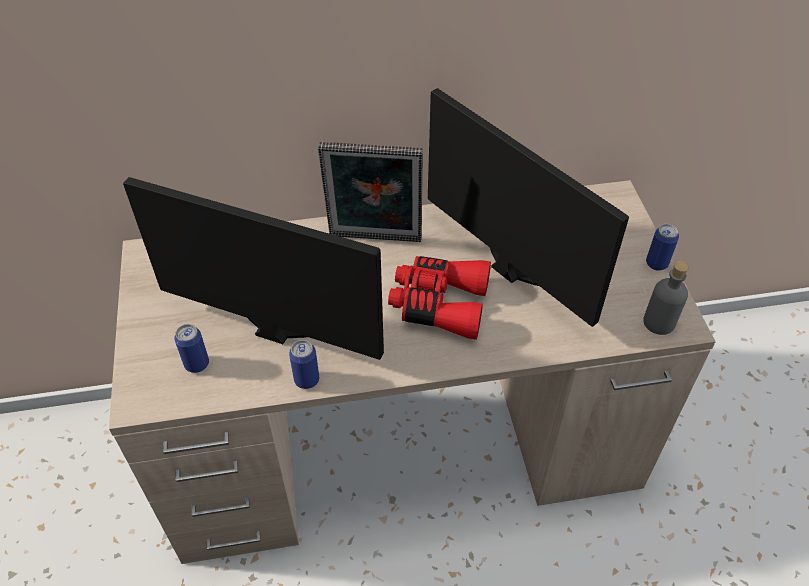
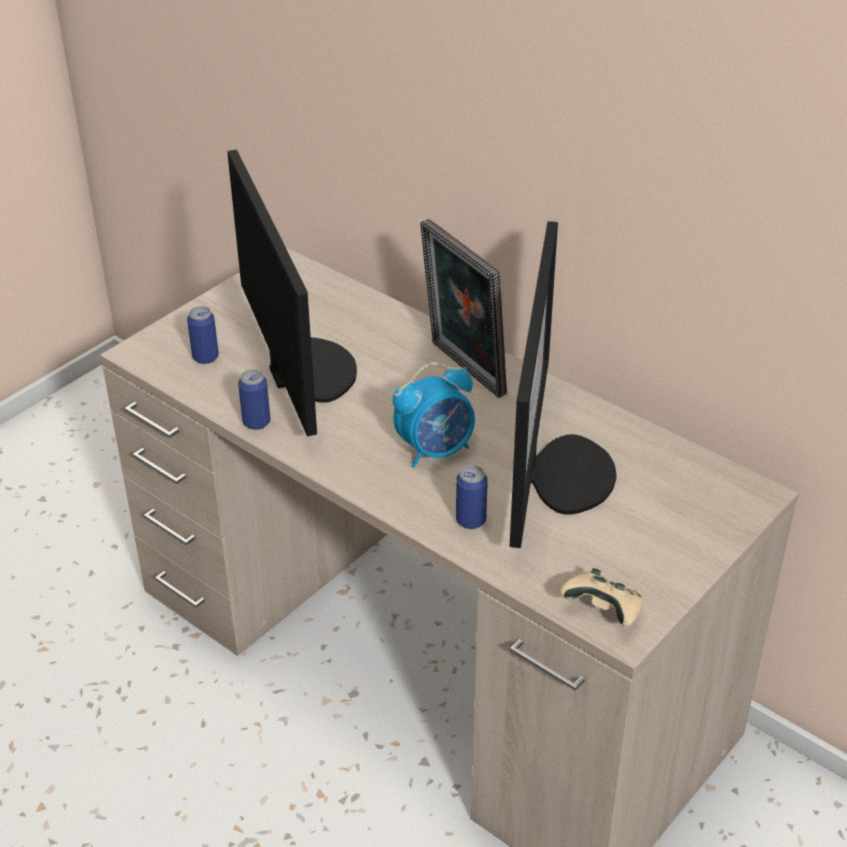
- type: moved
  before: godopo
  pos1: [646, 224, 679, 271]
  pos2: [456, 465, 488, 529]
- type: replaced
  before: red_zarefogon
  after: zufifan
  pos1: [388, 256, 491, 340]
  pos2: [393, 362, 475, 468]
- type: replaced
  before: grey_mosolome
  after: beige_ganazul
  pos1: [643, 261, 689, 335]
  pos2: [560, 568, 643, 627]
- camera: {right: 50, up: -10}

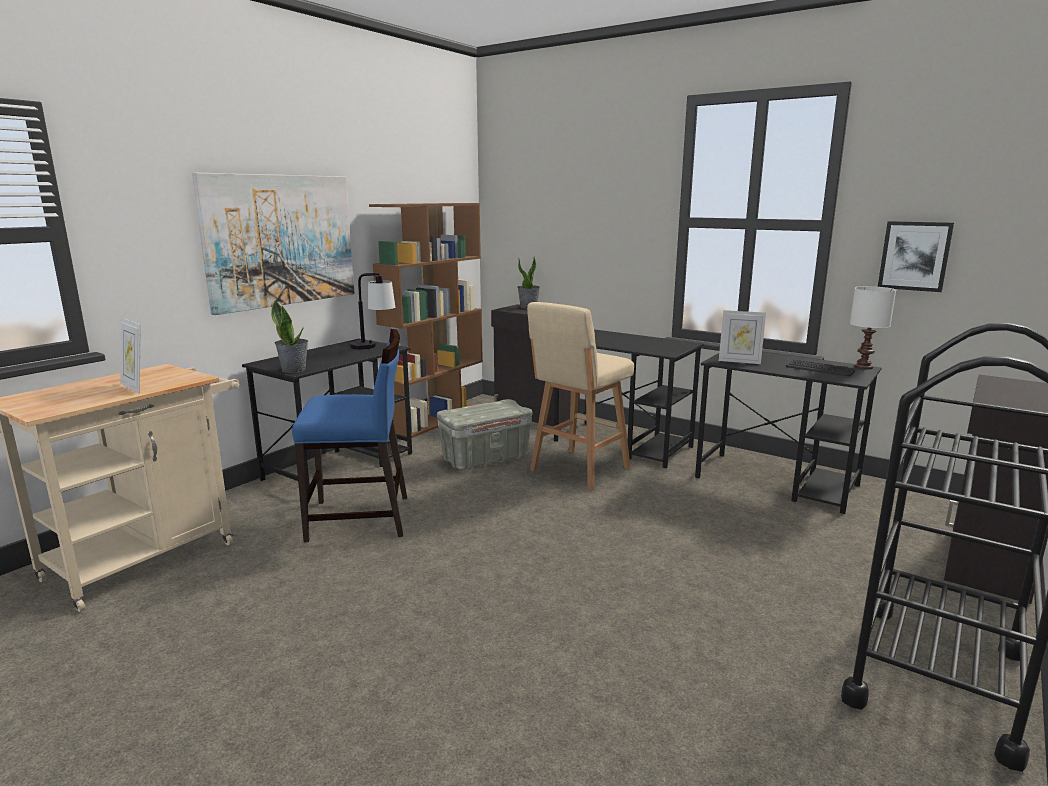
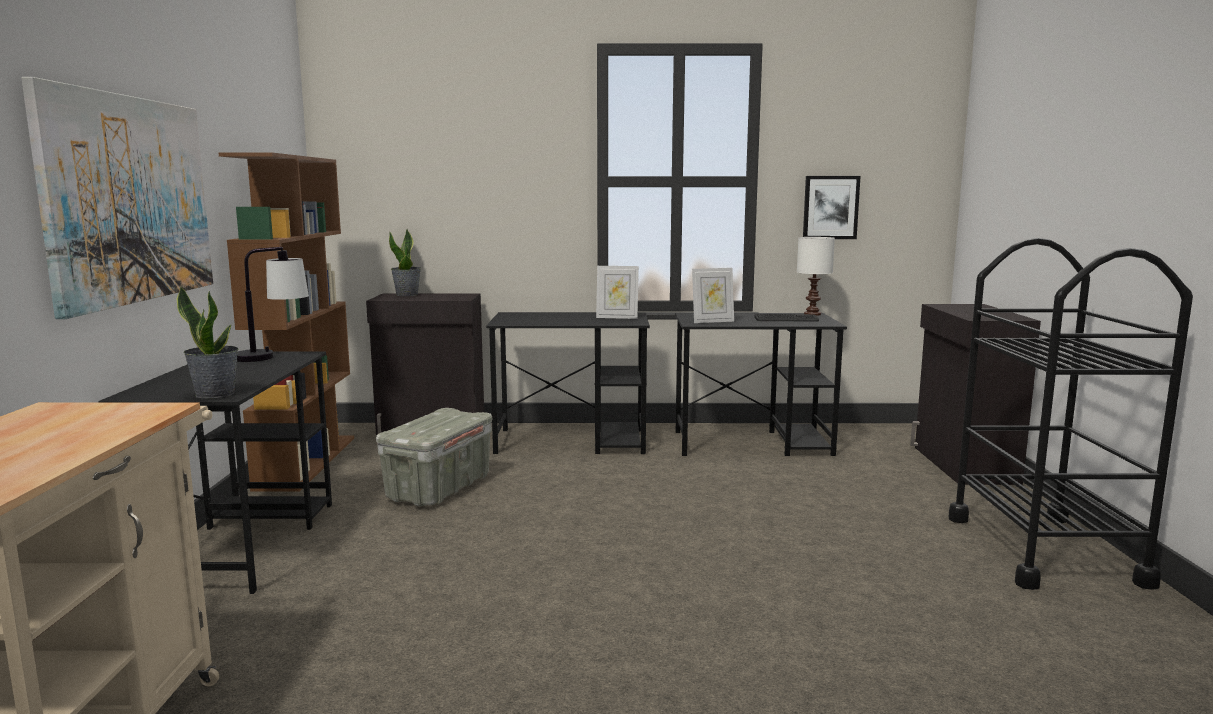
- type: removed
  before: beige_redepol
  pos1: [527, 302, 634, 490]
- type: moved
  before: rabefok
  pos1: [120, 318, 141, 394]
  pos2: [596, 266, 639, 319]
- type: removed
  before: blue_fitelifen
  pos1: [292, 329, 407, 542]
- camera: {right: -35, up: -5}

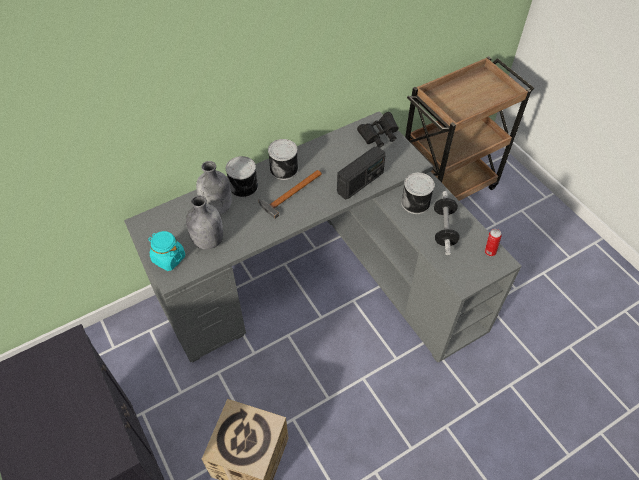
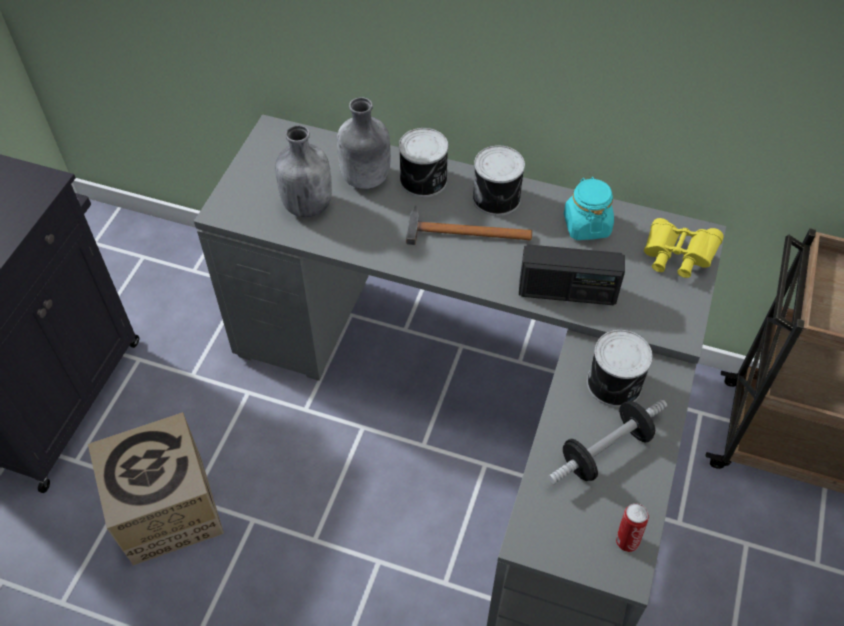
- type: recoloured
  before: black_zarefogon
  after: yellow_zarefogon
  pos1: [357, 112, 399, 148]
  pos2: [644, 218, 724, 278]
- type: moved
  before: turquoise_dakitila
  pos1: [148, 231, 185, 271]
  pos2: [564, 177, 614, 240]
- camera: {right: 50, up: 0}

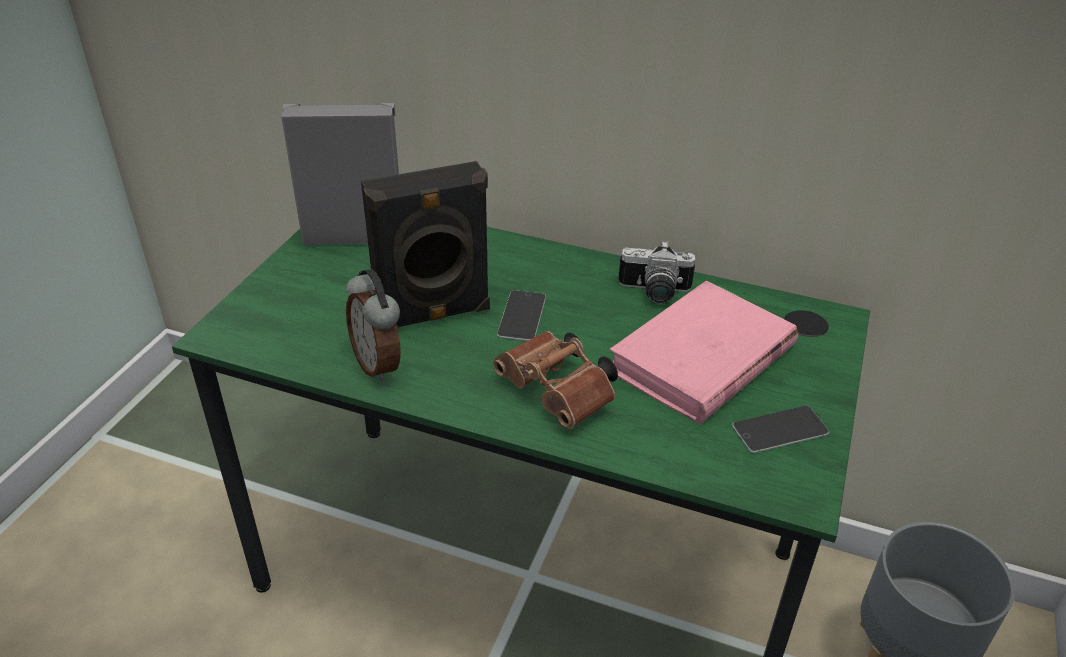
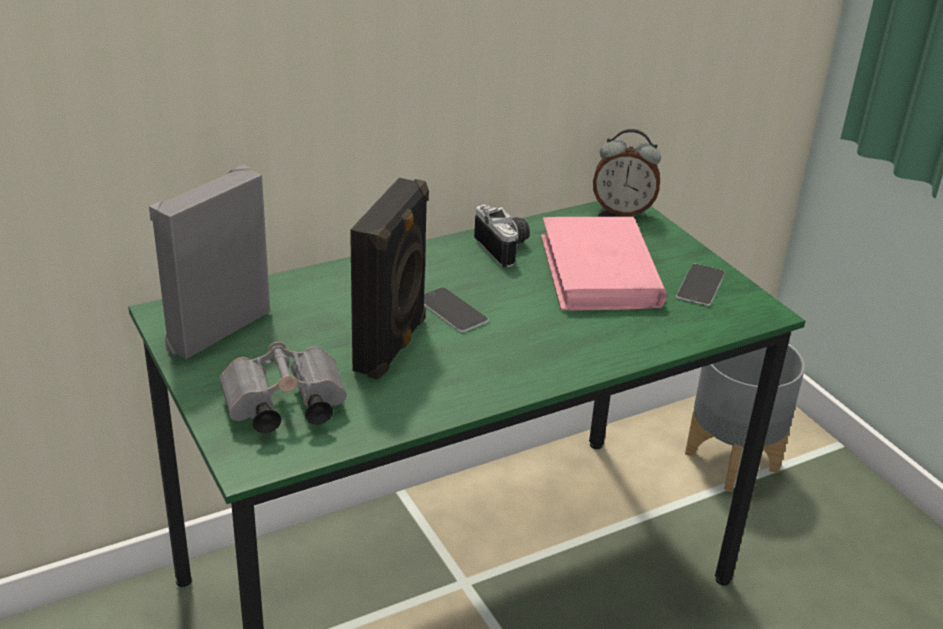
- type: turned
  before: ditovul
  pos1: [618, 241, 695, 304]
  pos2: [474, 205, 530, 267]
  turn: -75
- type: moved
  before: zufifan
  pos1: [346, 269, 401, 383]
  pos2: [593, 129, 661, 216]
- type: removed
  before: brown_zarefogon
  pos1: [493, 331, 618, 429]
- type: added
  after: grey_zarefogon
  pos2: [219, 342, 347, 433]
- camera: {right: -50, up: -5}

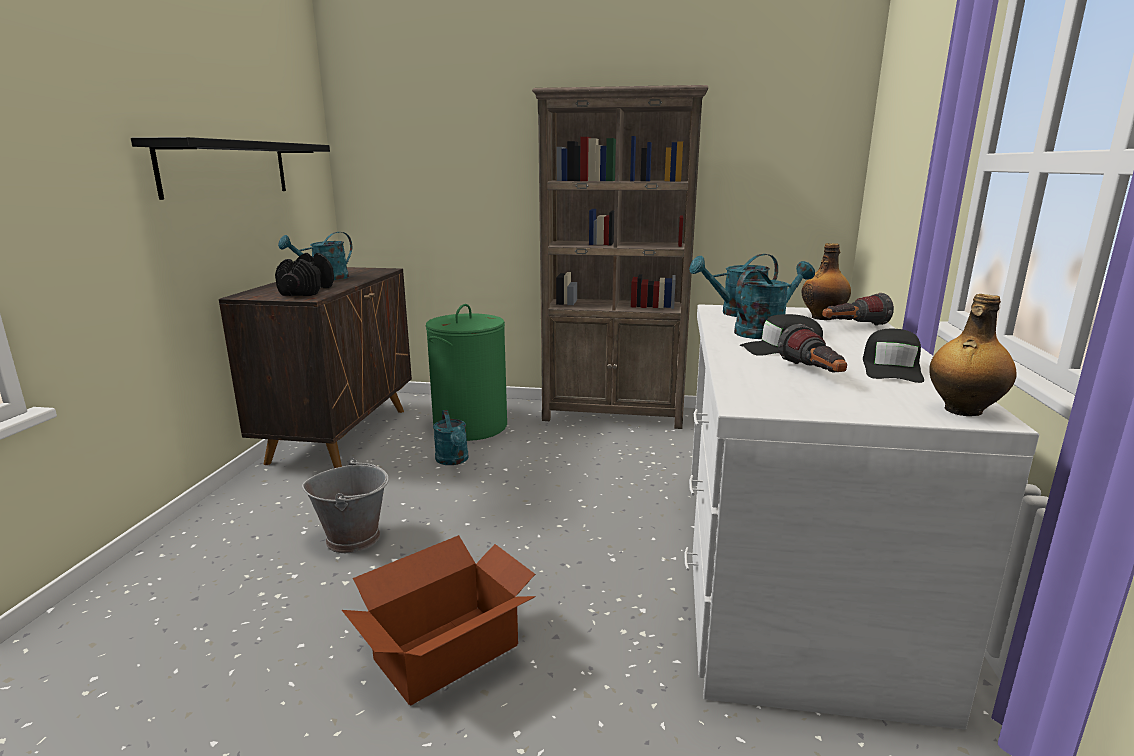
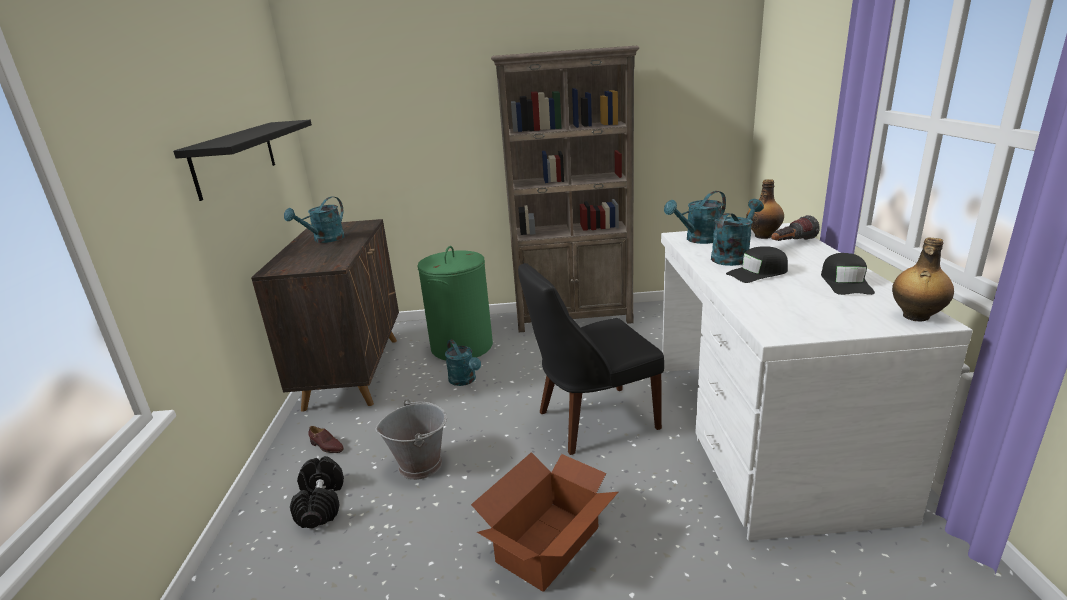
- type: moved
  before: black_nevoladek
  pos1: [275, 253, 334, 296]
  pos2: [290, 456, 344, 528]
- type: removed
  before: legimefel
  pos1: [778, 324, 847, 372]
- type: added
  after: black_fitelifen
  pos2: [518, 263, 664, 455]
- type: added
  after: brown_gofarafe
  pos2: [308, 426, 344, 453]
- camera: {right: -10, up: 5}

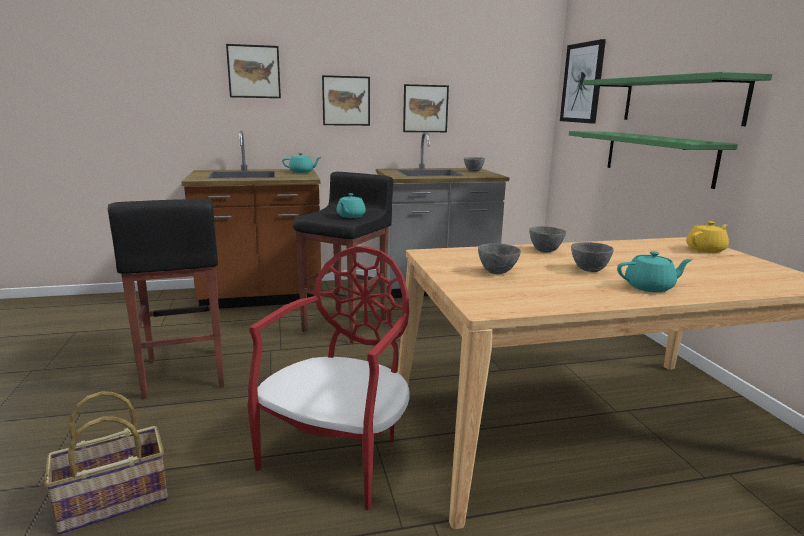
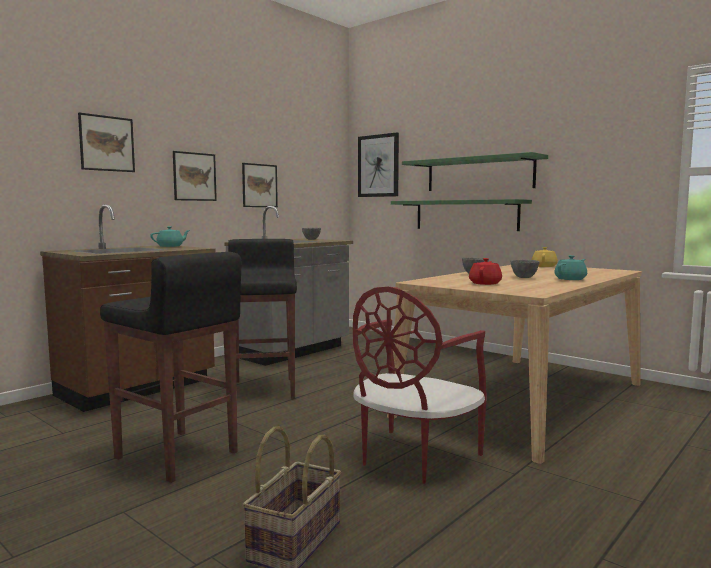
- type: removed
  before: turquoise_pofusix
  pos1: [336, 193, 366, 218]
- type: replaced
  before: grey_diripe
  after: red_pofusix
  pos1: [478, 243, 521, 274]
  pos2: [469, 258, 502, 285]
- type: turned
  before: red_fitelifen
  pos1: [247, 246, 410, 510]
  pos2: [353, 287, 487, 484]
  turn: -135
- camera: {right: -35, up: -10}

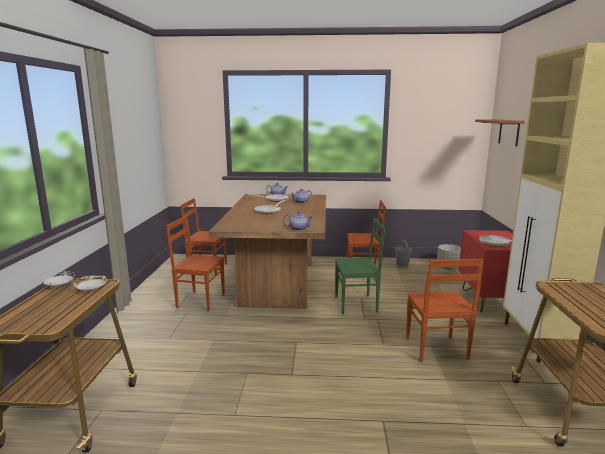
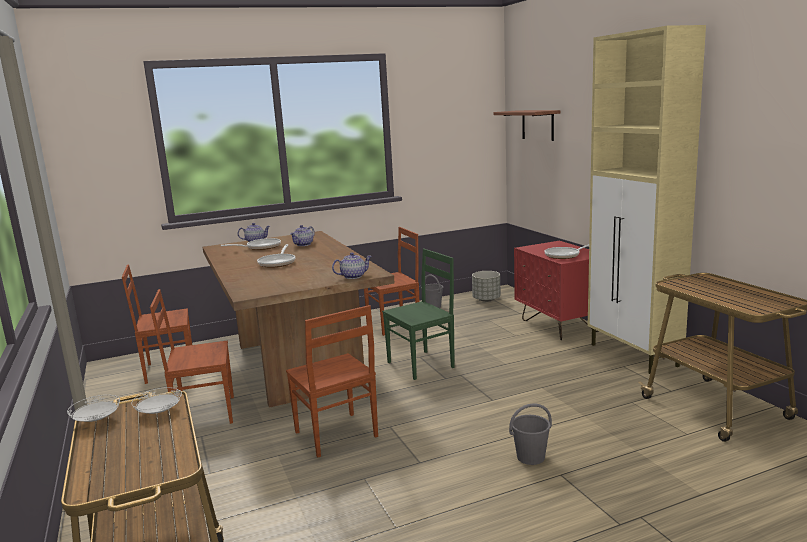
- type: moved
  before: brown_fitelifen
  pos1: [406, 259, 483, 362]
  pos2: [286, 305, 378, 457]
- type: added
  after: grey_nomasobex
  pos2: [509, 403, 552, 465]
- camera: {right: -25, up: 0}

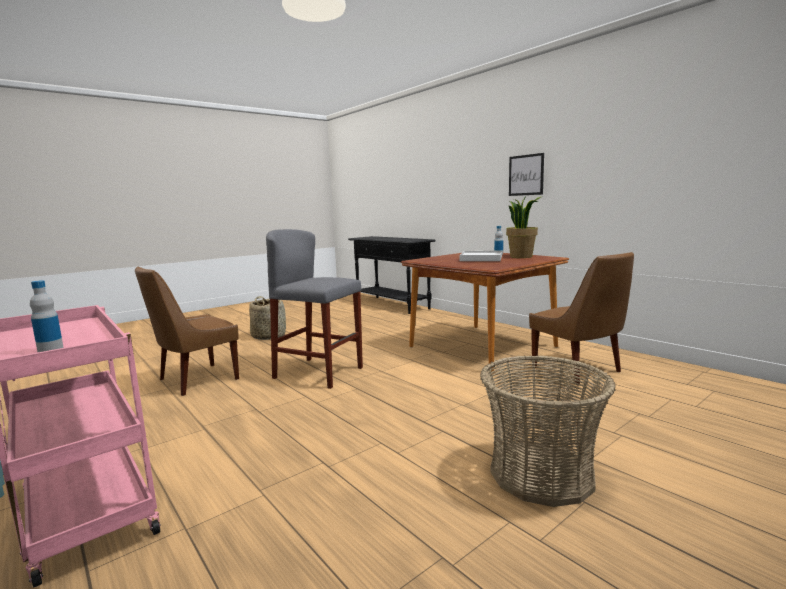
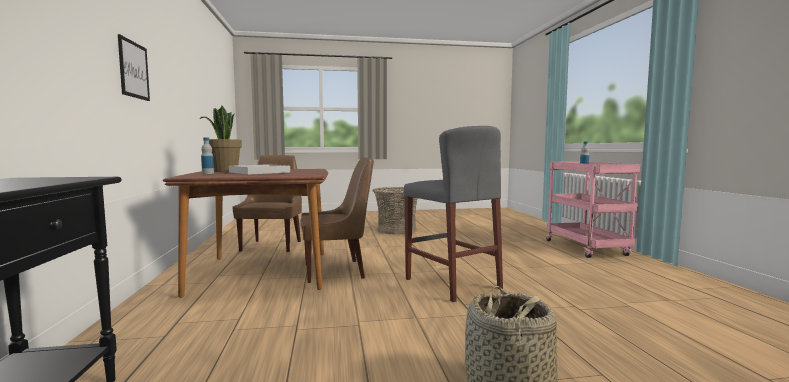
- type: moved
  before: brown_fitelifen
  pos1: [135, 267, 239, 396]
  pos2: [301, 157, 374, 283]
- camera: {right: -150, up: -5}

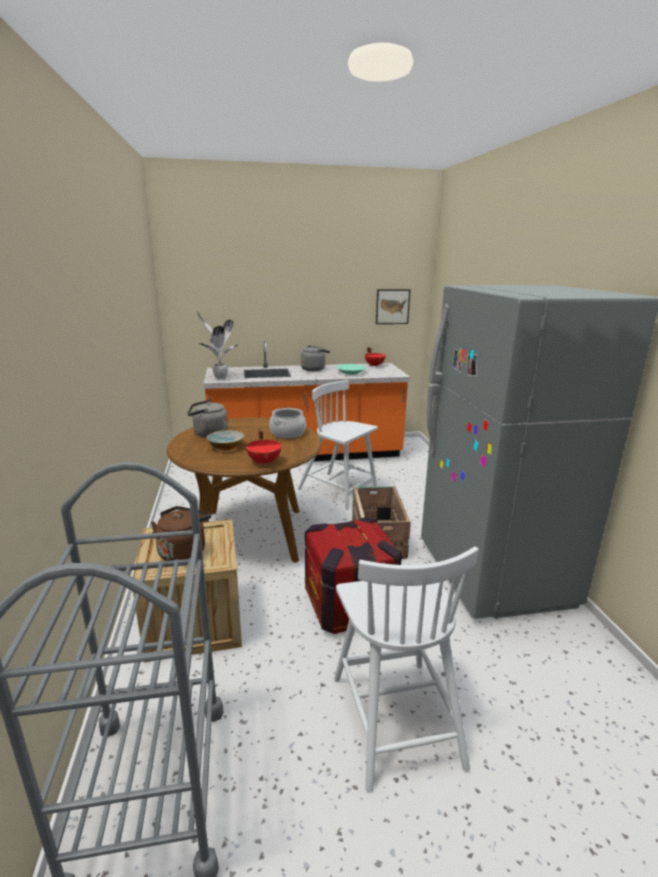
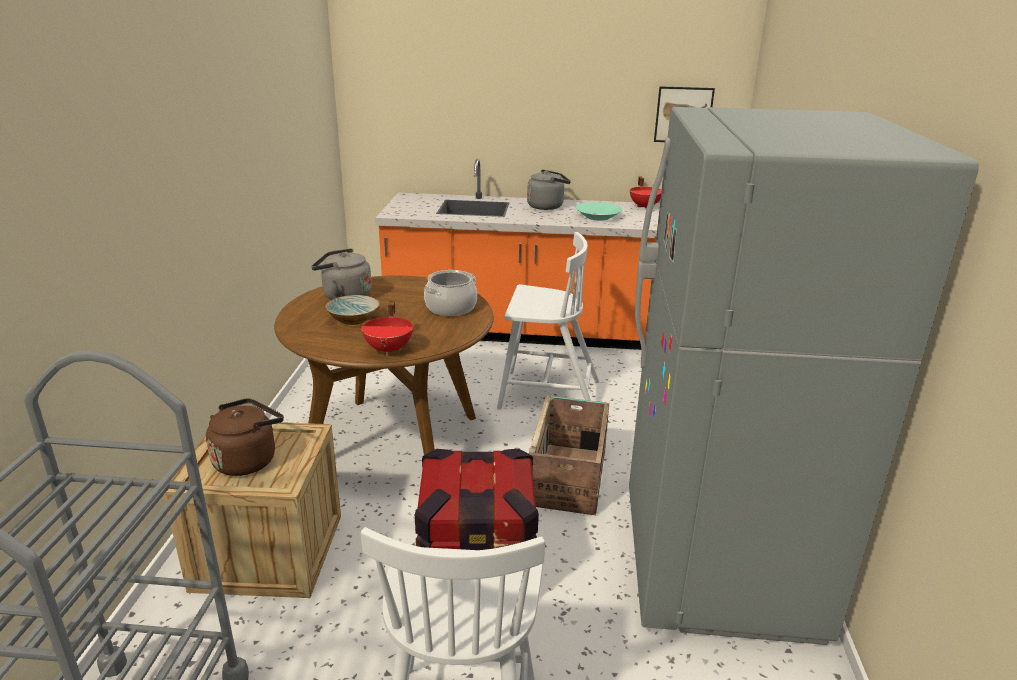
- type: removed
  before: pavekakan
  pos1: [197, 312, 239, 379]
- type: turned
  before: white_fitelifen
  pos1: [298, 380, 378, 510]
  pos2: [497, 232, 600, 410]
  turn: 135
- camera: {right: 15, up: 5}

